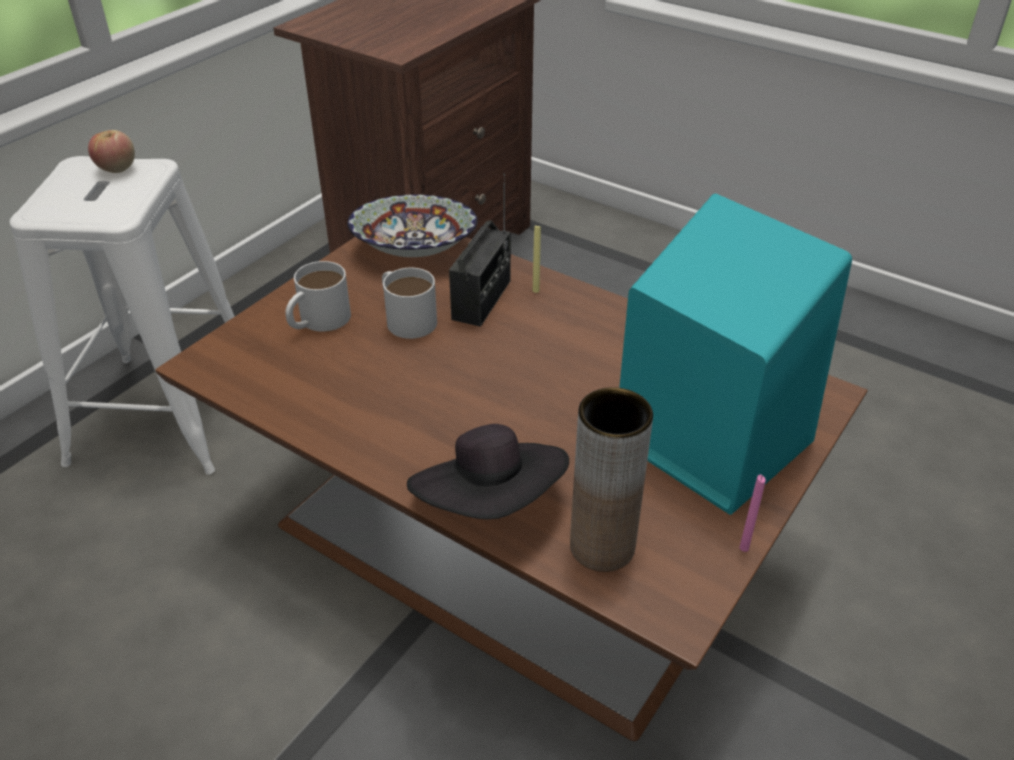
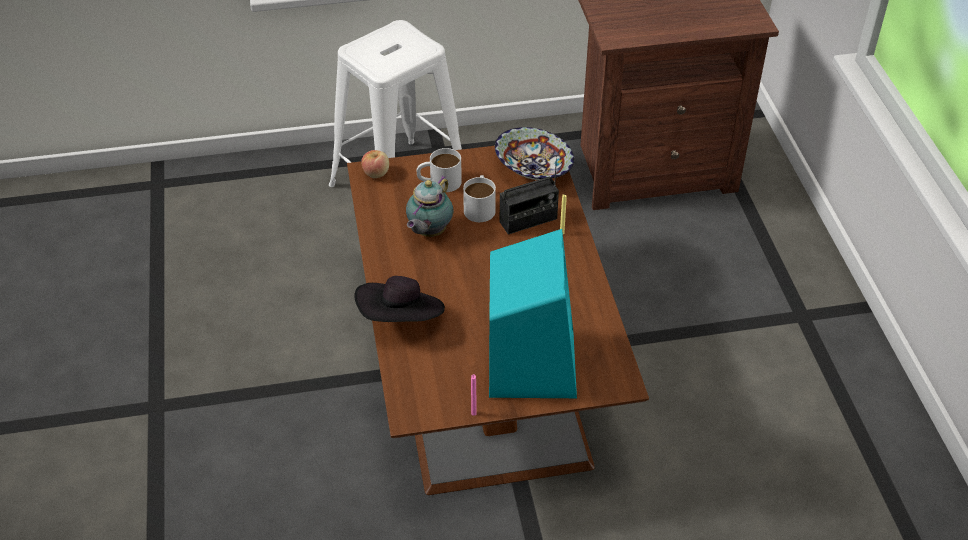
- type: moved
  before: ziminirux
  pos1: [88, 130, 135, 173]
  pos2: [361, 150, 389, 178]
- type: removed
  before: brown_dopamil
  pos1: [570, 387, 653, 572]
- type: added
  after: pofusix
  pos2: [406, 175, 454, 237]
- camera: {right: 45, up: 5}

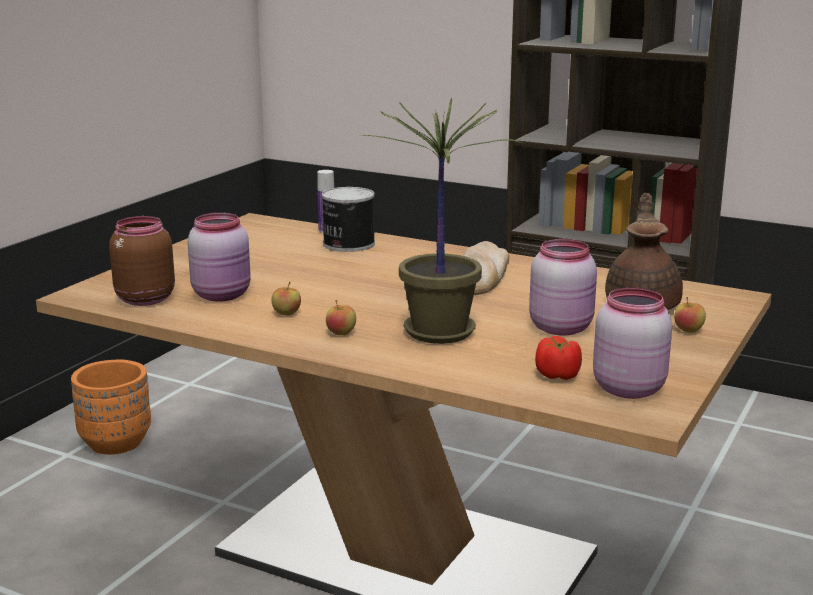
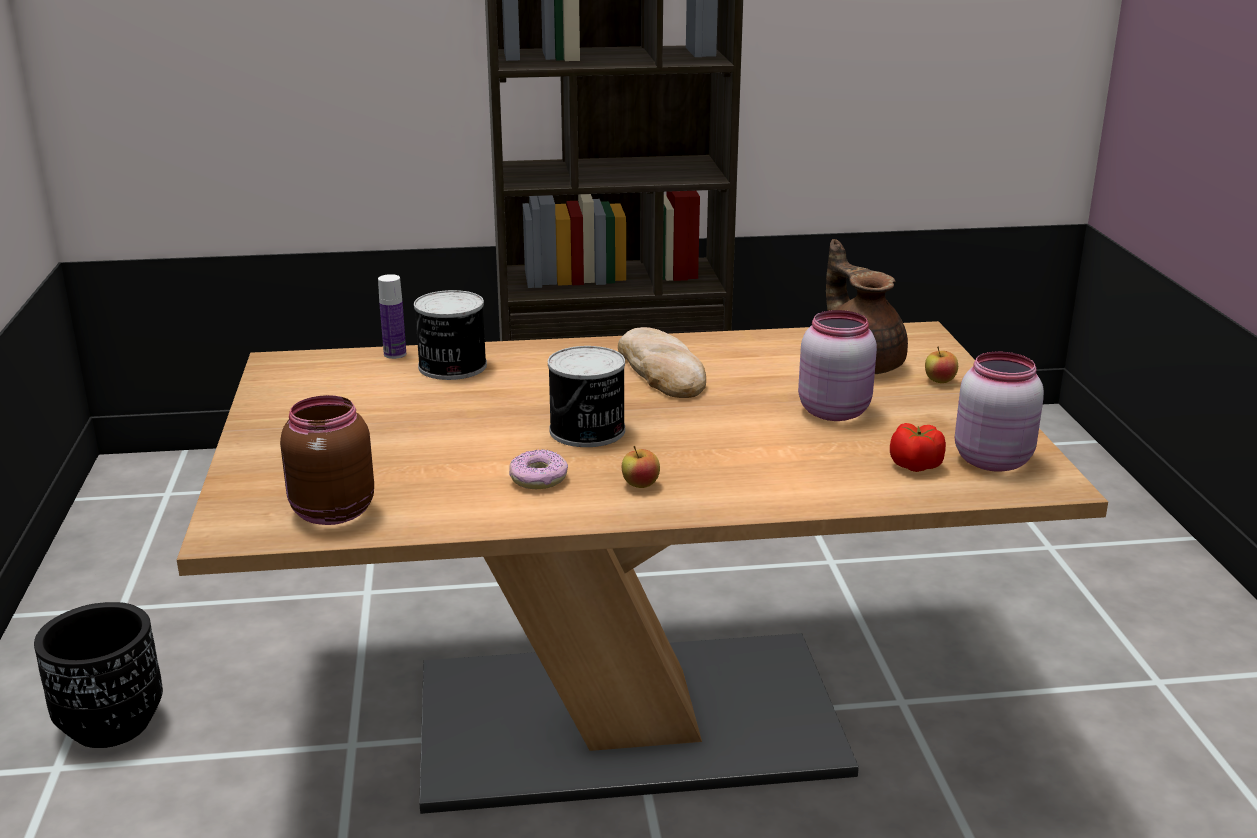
- type: removed
  before: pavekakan
  pos1: [361, 98, 522, 344]
- type: removed
  before: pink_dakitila
  pos1: [187, 212, 251, 302]
- type: replaced
  before: ziminirux
  after: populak
  pos1: [271, 281, 301, 315]
  pos2: [509, 449, 568, 489]
- type: recoloured
  before: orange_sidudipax
  after: black_sidudipax
  pos1: [71, 359, 151, 455]
  pos2: [34, 602, 163, 748]
- type: added
  after: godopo
  pos2: [548, 346, 625, 447]
- camera: {right: -35, up: 5}

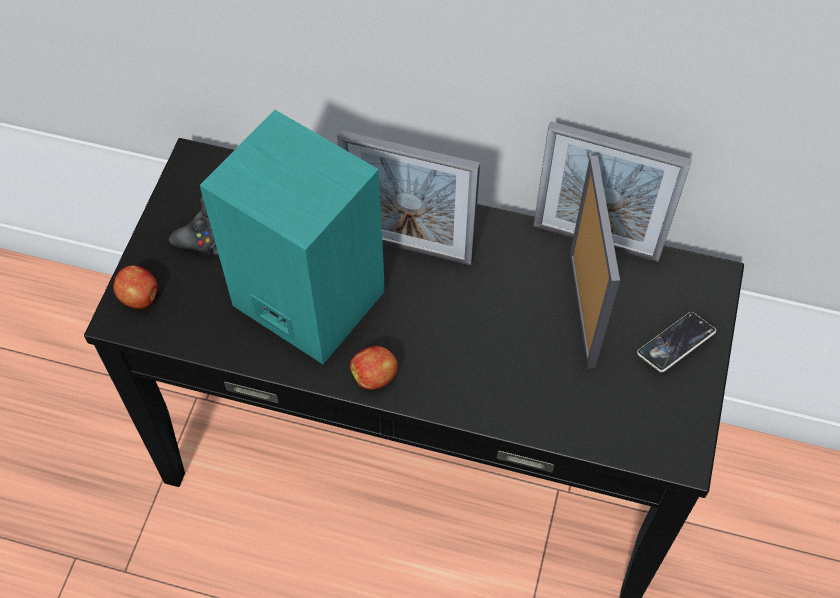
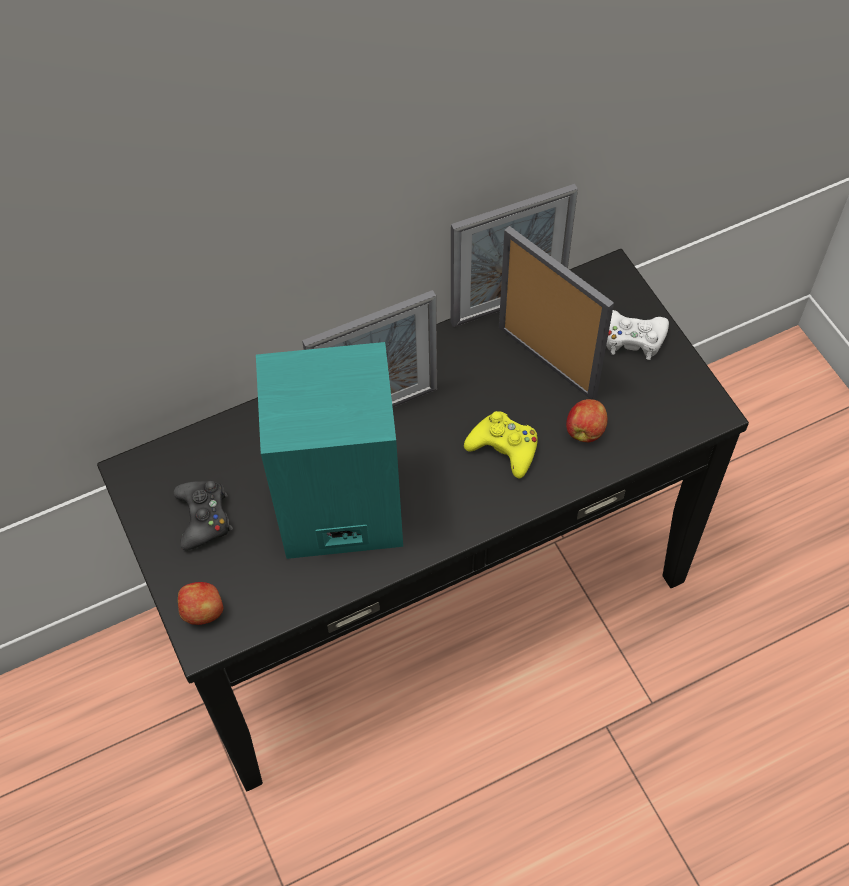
- type: replaced
  before: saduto
  after: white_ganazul
  pos1: [637, 312, 716, 372]
  pos2: [606, 310, 669, 360]
- type: moved
  before: ziminirux
  pos1: [350, 346, 398, 390]
  pos2: [566, 399, 608, 442]
- type: added
  after: yellow_ganazul
  pos2: [464, 411, 538, 478]
- camera: {right: -40, up: 0}

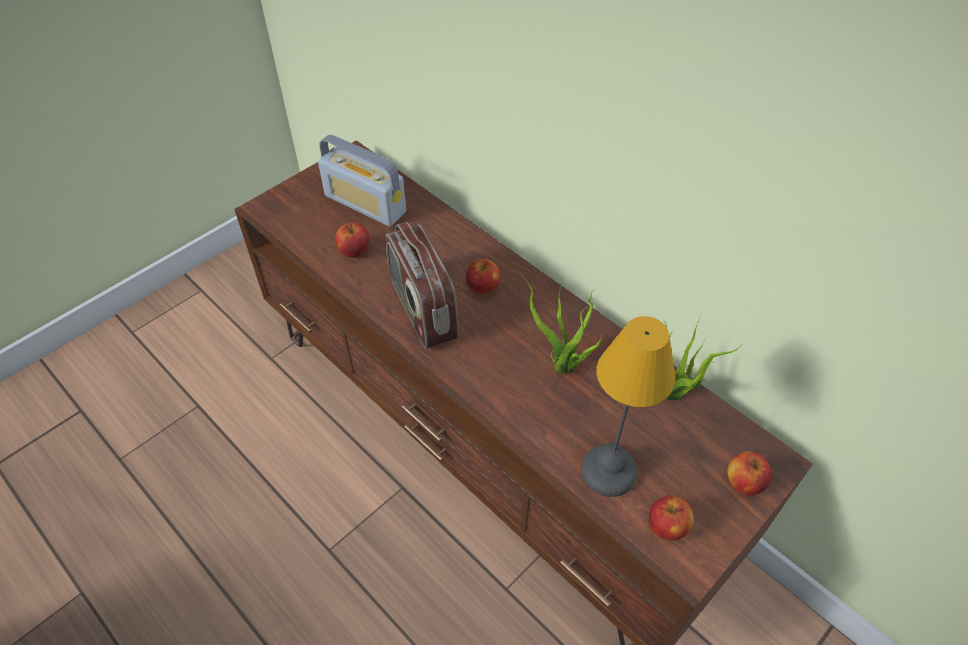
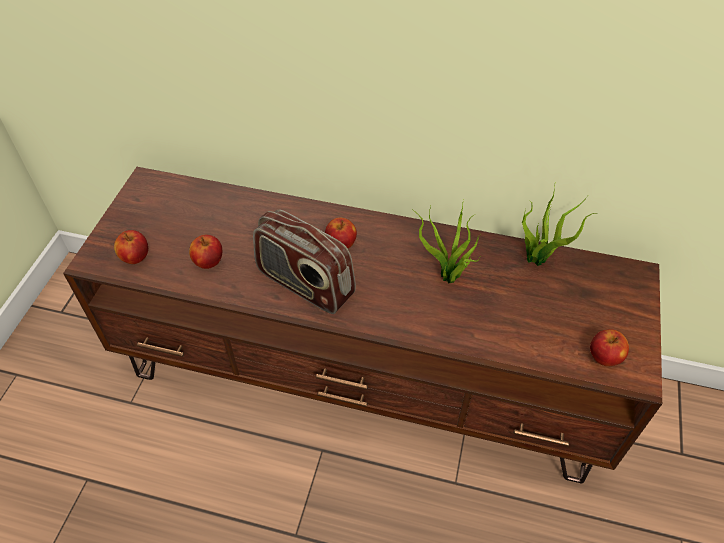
- type: removed
  before: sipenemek
  pos1: [318, 134, 406, 227]
- type: removed
  before: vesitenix
  pos1: [581, 316, 675, 497]
- type: moved
  before: ziminirux
  pos1: [727, 451, 772, 496]
  pos2: [114, 230, 148, 264]
- camera: {right: -30, up: 0}

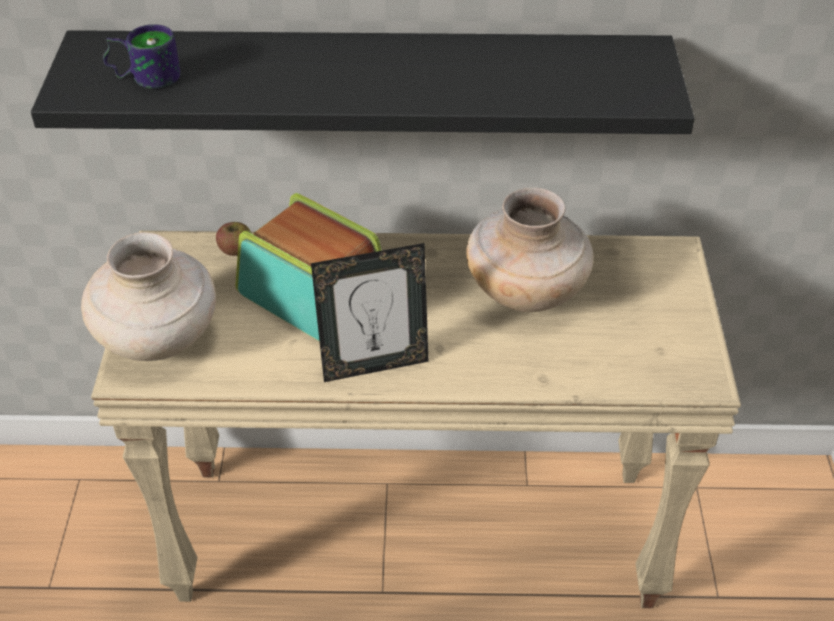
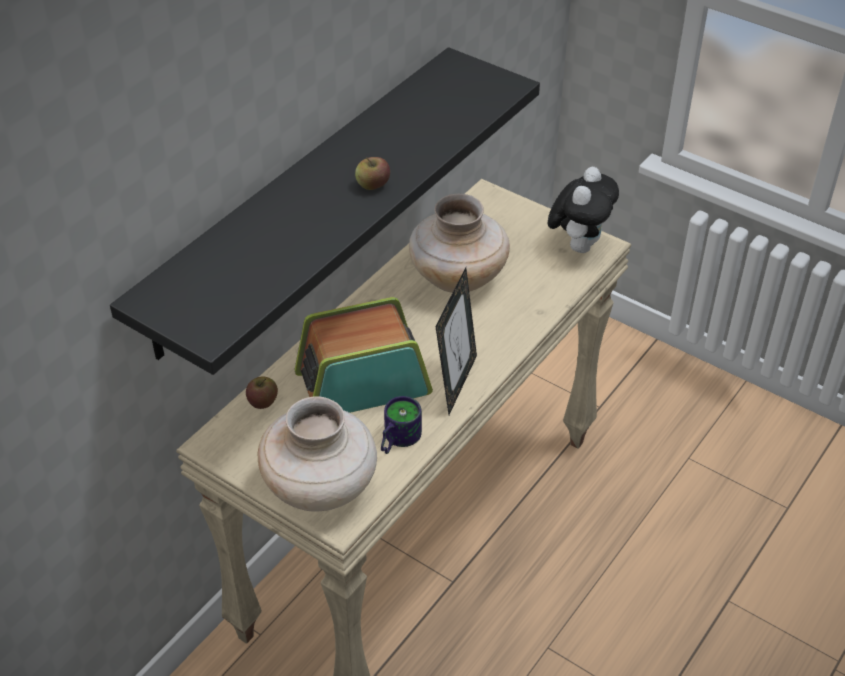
- type: moved
  before: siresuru
  pos1: [103, 24, 181, 89]
  pos2: [381, 396, 422, 454]
- type: added
  after: ziminirux
  pos2: [355, 157, 390, 190]
- type: added
  after: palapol
  pos2: [548, 167, 619, 253]
- camera: {right: -55, up: 0}

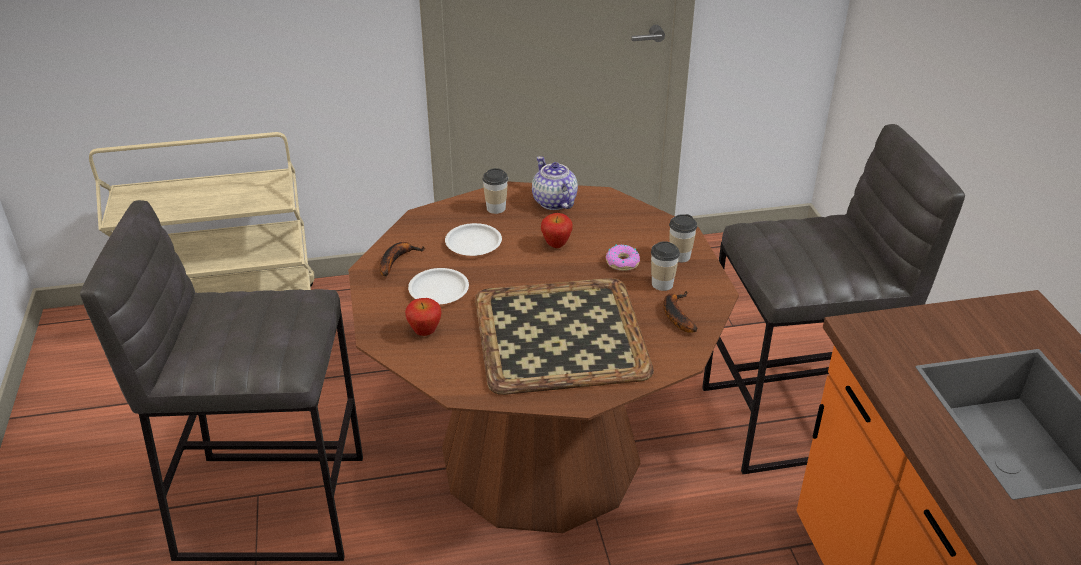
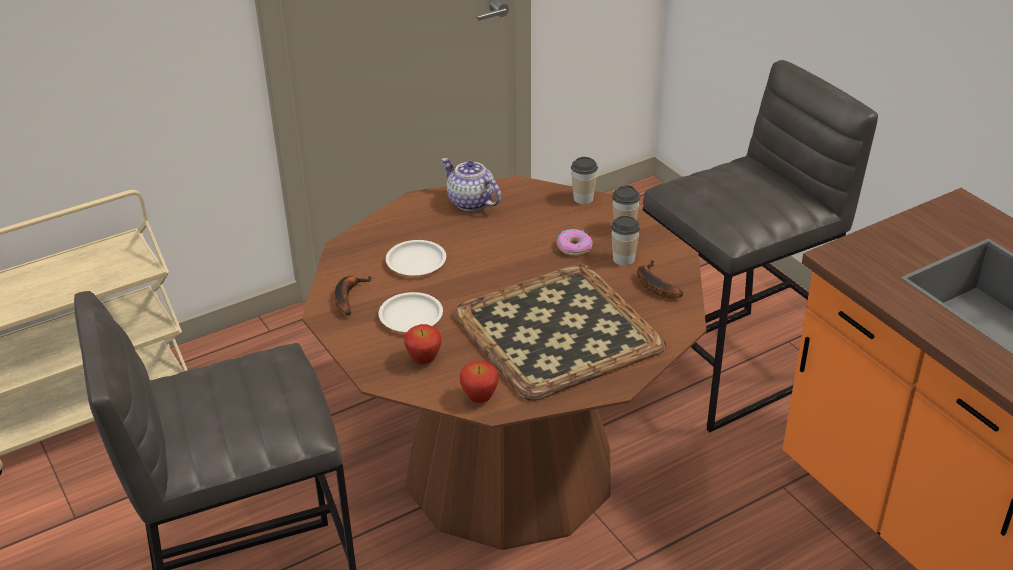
- type: moved
  before: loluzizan
  pos1: [482, 168, 508, 214]
  pos2: [571, 157, 598, 204]
- type: moved
  before: ziminirux
  pos1: [541, 213, 573, 248]
  pos2: [460, 360, 499, 403]
- camera: {right: -20, up: 0}

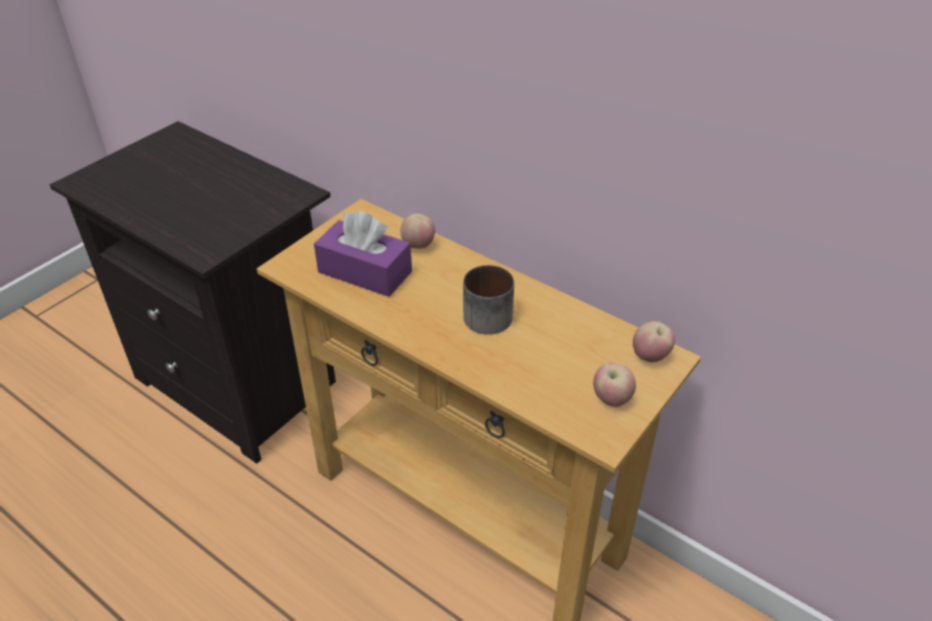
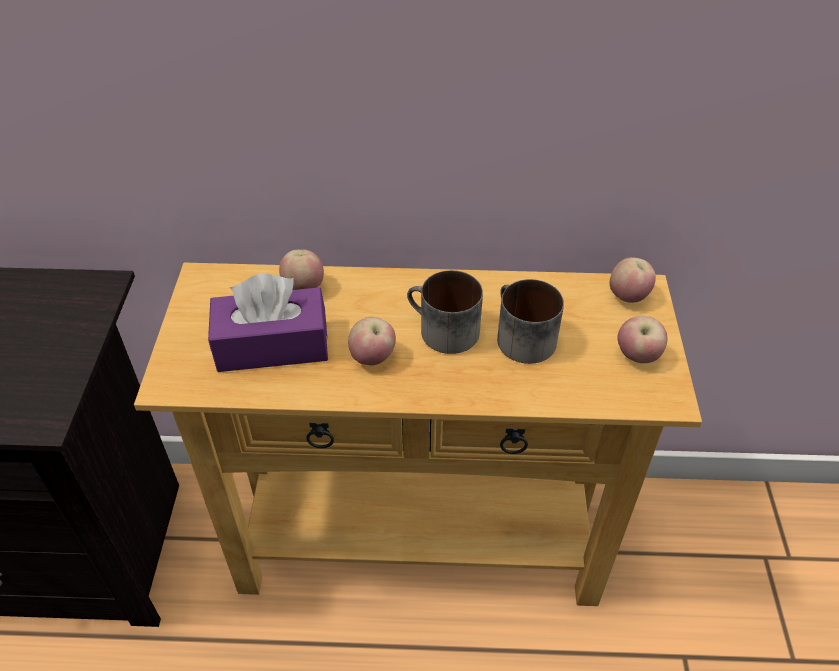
- type: added
  after: siresuru
  pos2: [497, 279, 564, 364]
- type: added
  after: ziminirux
  pos2: [348, 317, 396, 365]
- camera: {right: -35, up: 5}

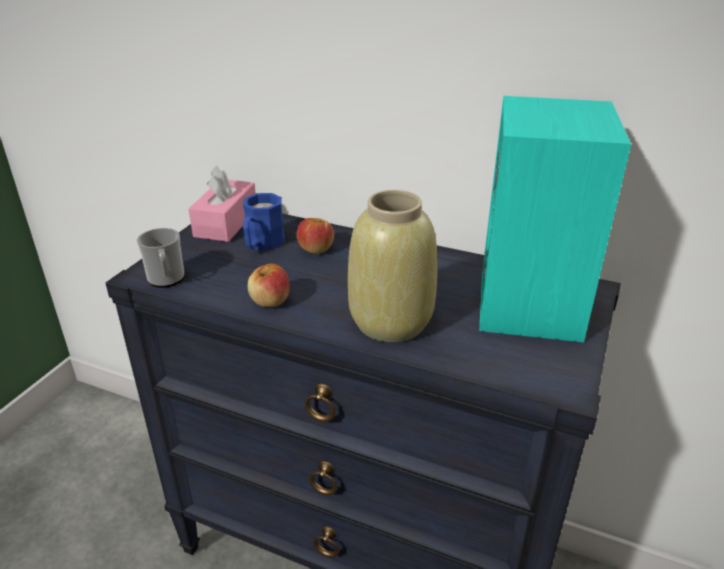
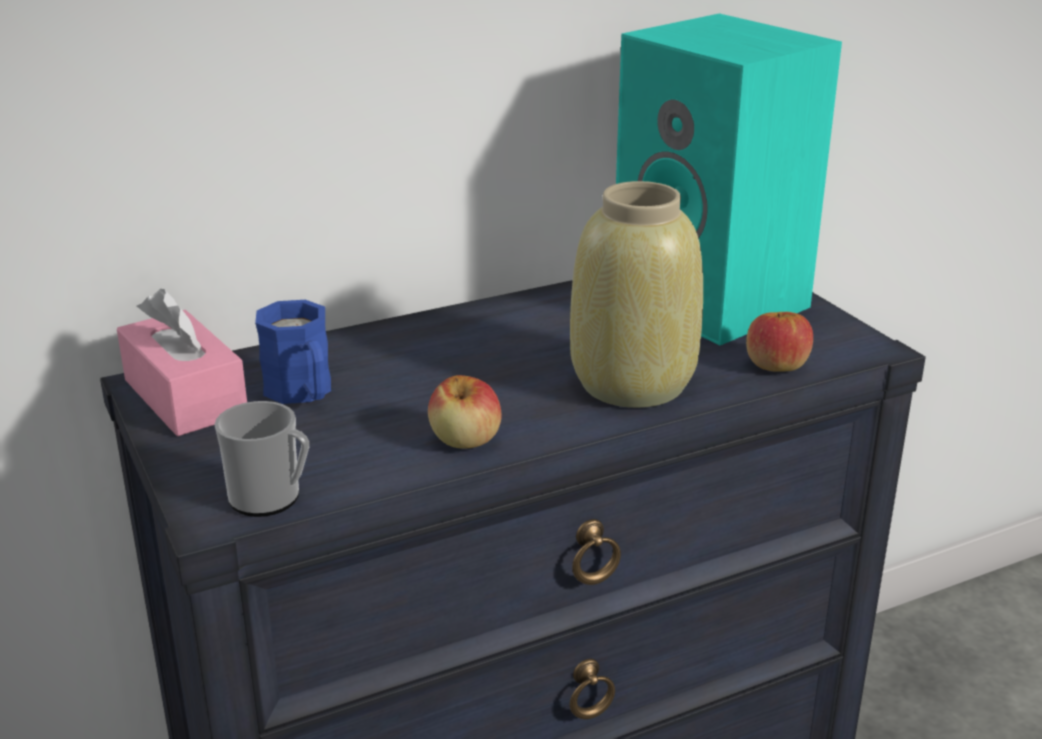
- type: moved
  before: ziminirux
  pos1: [296, 218, 334, 254]
  pos2: [746, 312, 813, 372]
- camera: {right: -50, up: -5}

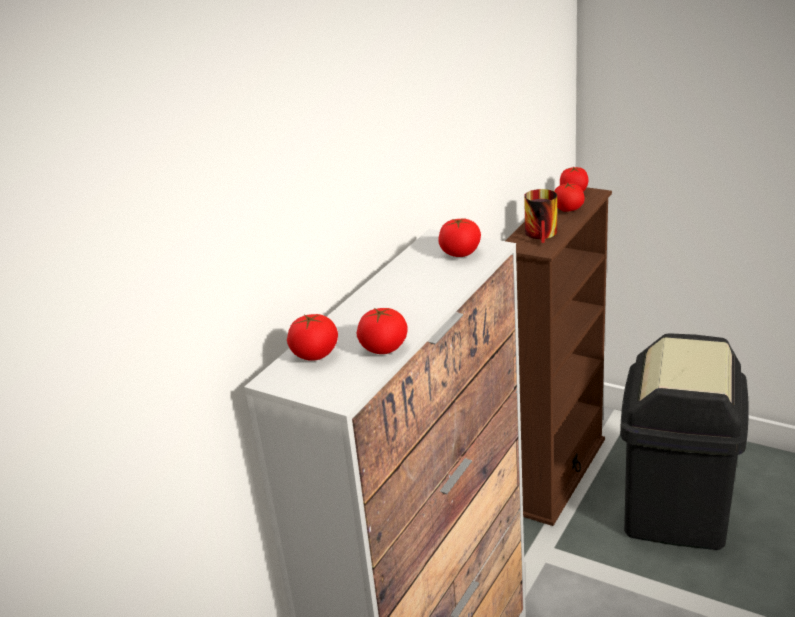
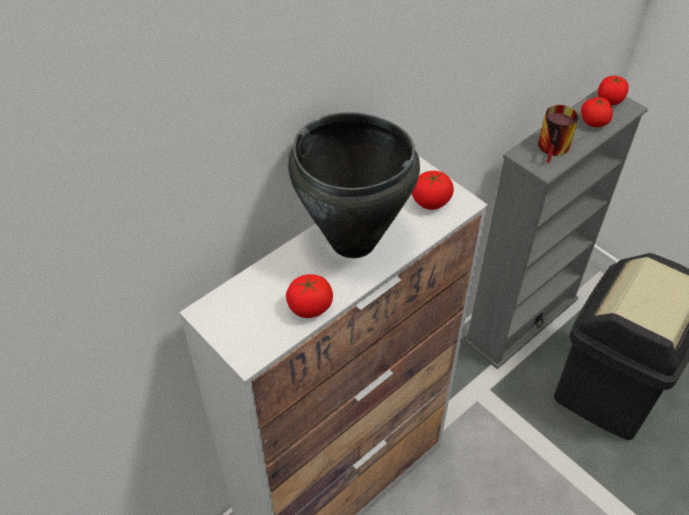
- type: recoloured
  before: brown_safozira
  after: grey_safozira
  pos1: [505, 187, 612, 526]
  pos2: [465, 89, 648, 369]
- type: removed
  before: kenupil
  pos1: [287, 314, 338, 361]
- type: added
  after: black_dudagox
  pos2: [288, 112, 420, 258]
- camera: {right: 15, up: 20}

